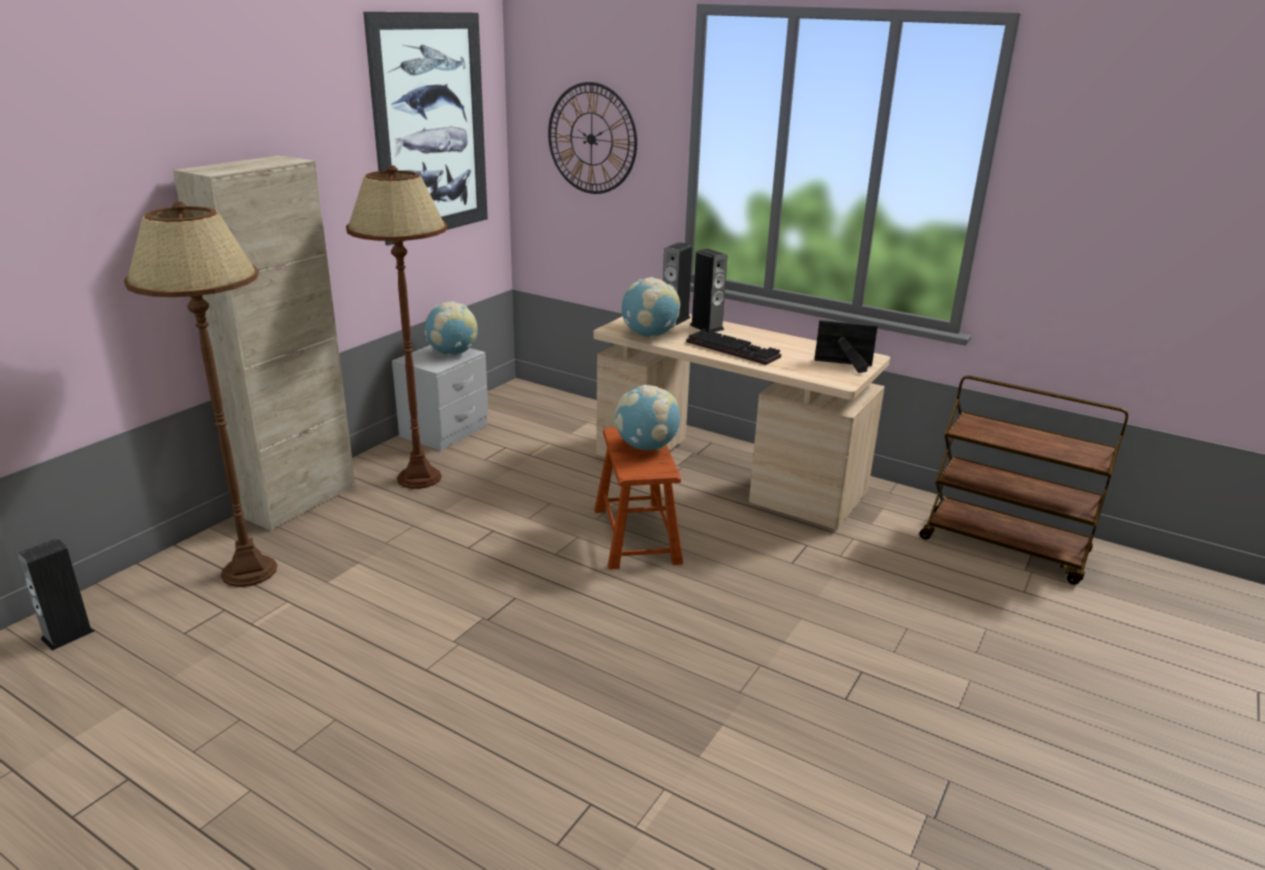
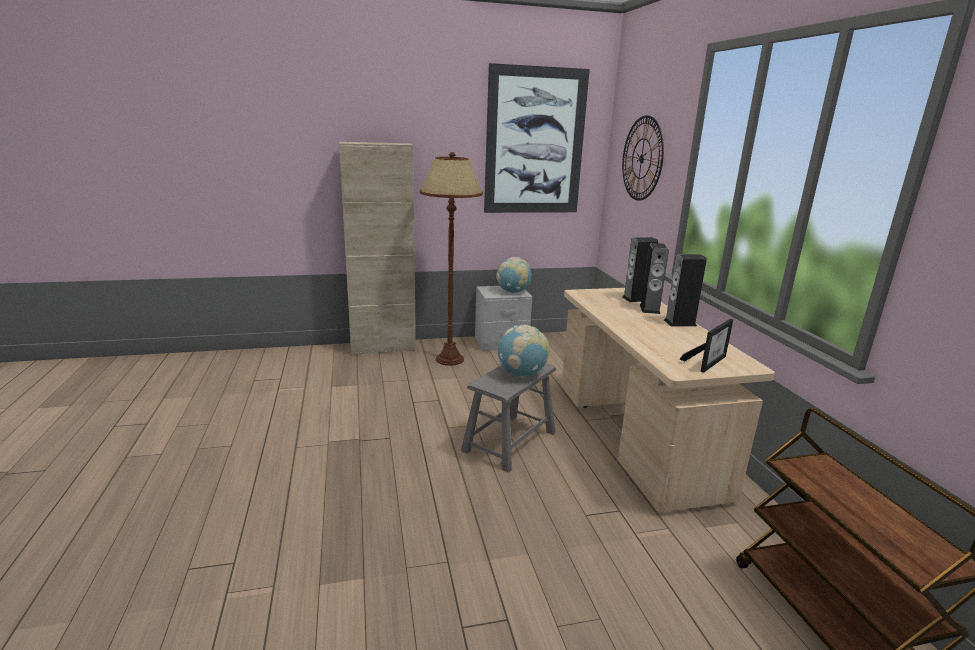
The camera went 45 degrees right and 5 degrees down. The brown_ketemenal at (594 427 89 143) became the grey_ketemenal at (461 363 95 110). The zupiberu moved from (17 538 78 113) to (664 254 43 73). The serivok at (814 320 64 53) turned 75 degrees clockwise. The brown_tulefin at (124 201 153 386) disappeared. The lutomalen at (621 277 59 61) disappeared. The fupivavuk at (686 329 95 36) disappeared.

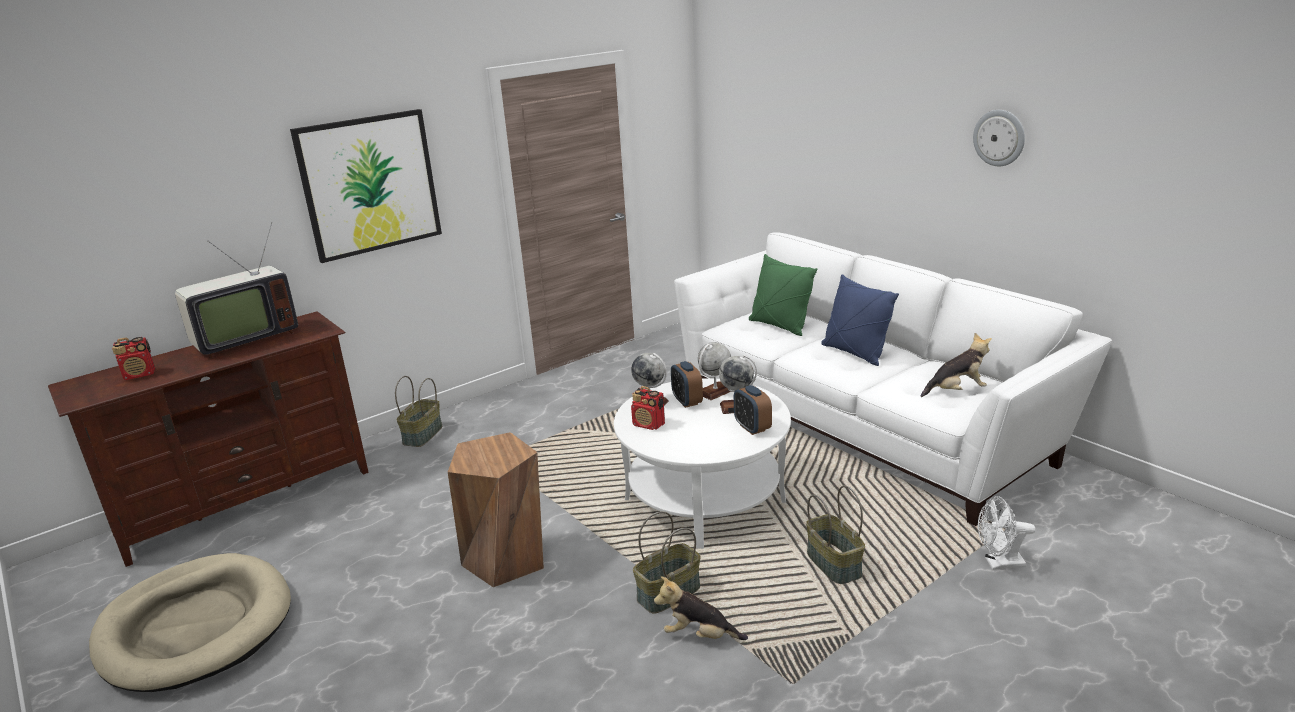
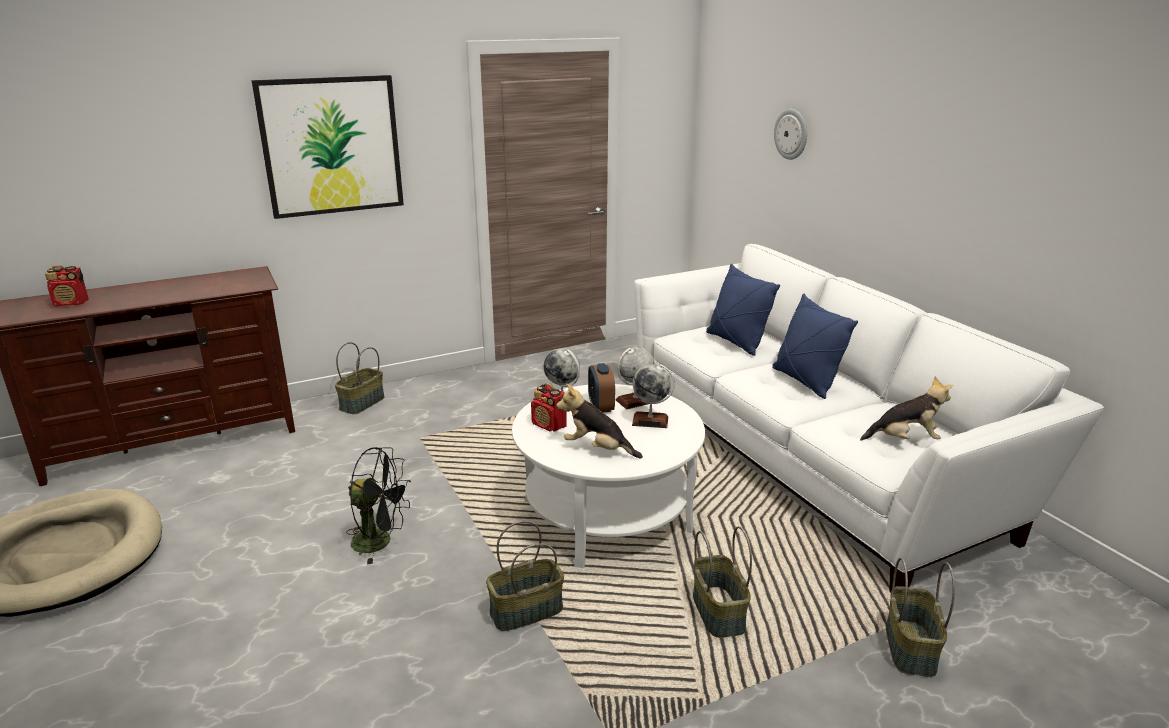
The camera went 10 degrees right and 0 degrees up. The brown_ketemenal at (448 432 96 156) was replaced by the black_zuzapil at (346 447 65 117). The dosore moved from (654 576 94 64) to (557 383 86 76). The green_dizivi at (749 254 68 82) became the blue_dizivi at (706 264 74 92). The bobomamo moved from (973 110 52 56) to (774 109 33 51). The white_zuzapil at (978 496 57 74) was replaced by the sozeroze at (886 558 69 119). The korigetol at (175 222 123 136) disappeared. The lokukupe at (734 385 38 50) disappeared.

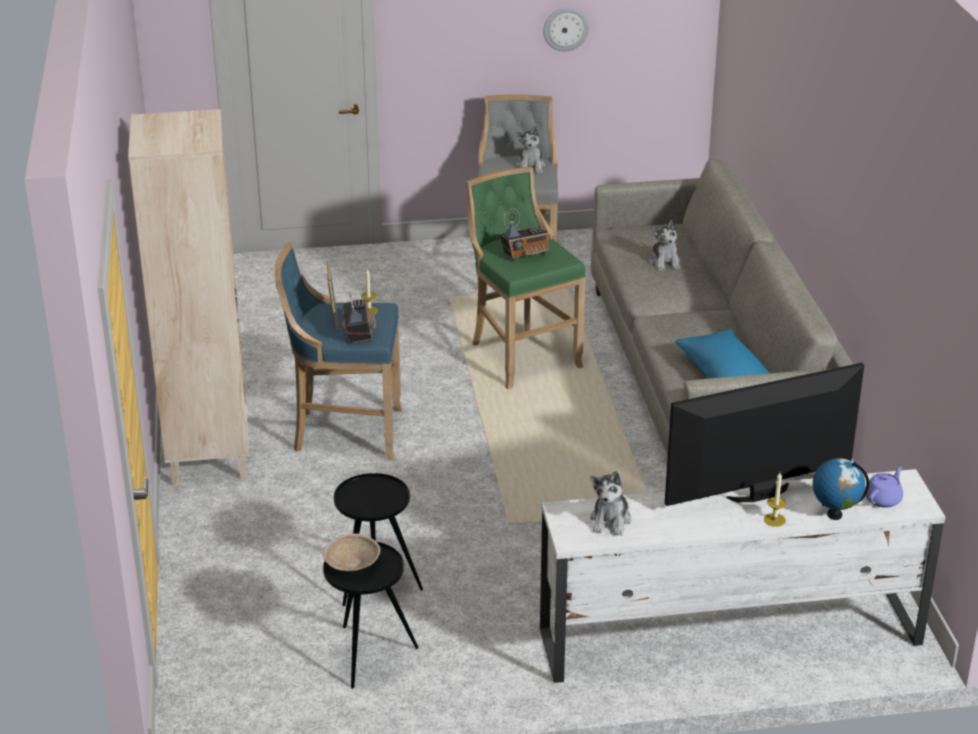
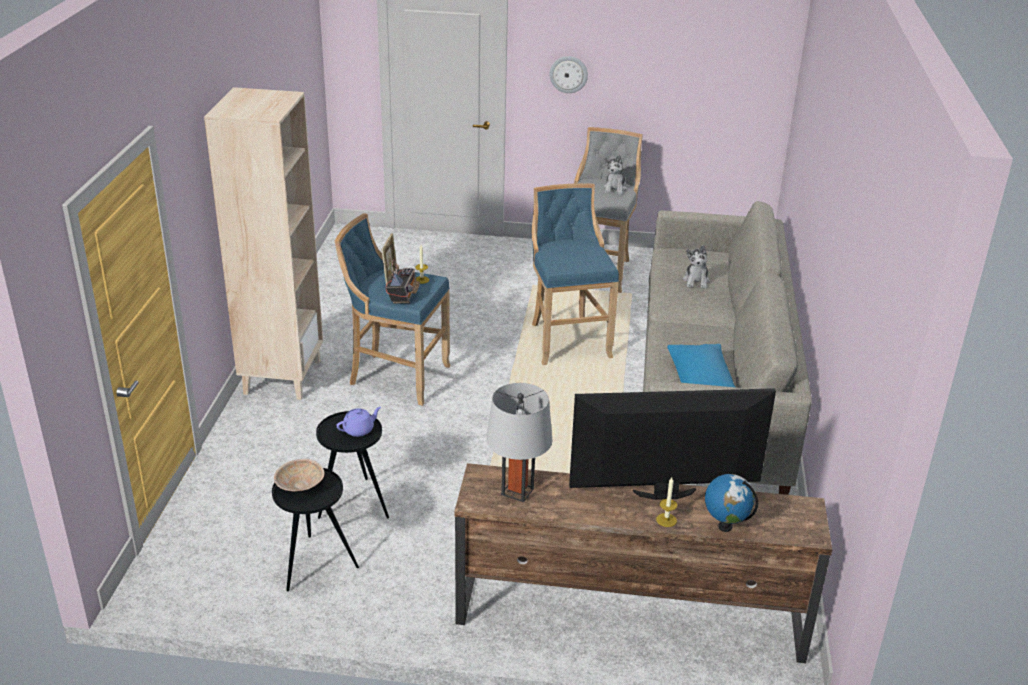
The camera went 15 degrees right and 0 degrees up. The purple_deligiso moved from (864 467 39 41) to (336 407 45 30). The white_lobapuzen at (540 469 406 214) became the brown_lobapuzen at (454 463 378 200). The dosore at (590 471 42 65) was replaced by the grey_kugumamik at (486 383 67 119). The green_ketemenal at (466 166 120 223) became the blue_ketemenal at (532 183 87 182). The bobomamo moved from (543 7 46 44) to (550 56 38 37). The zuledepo at (500 208 49 53) disappeared.

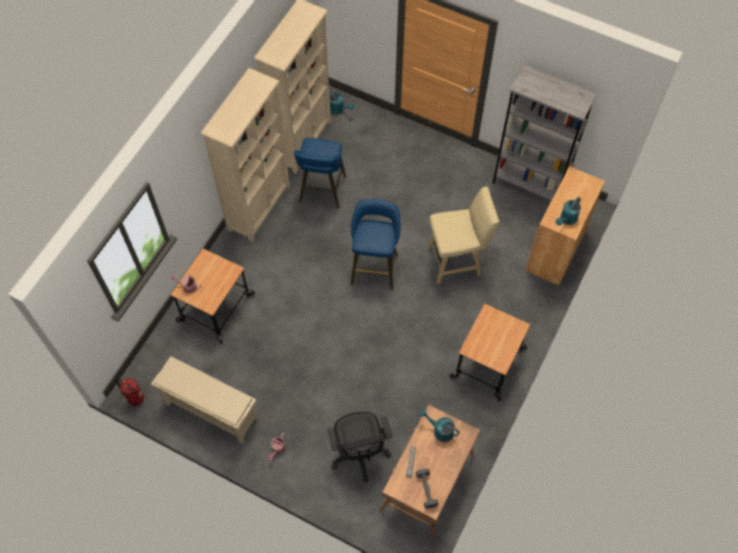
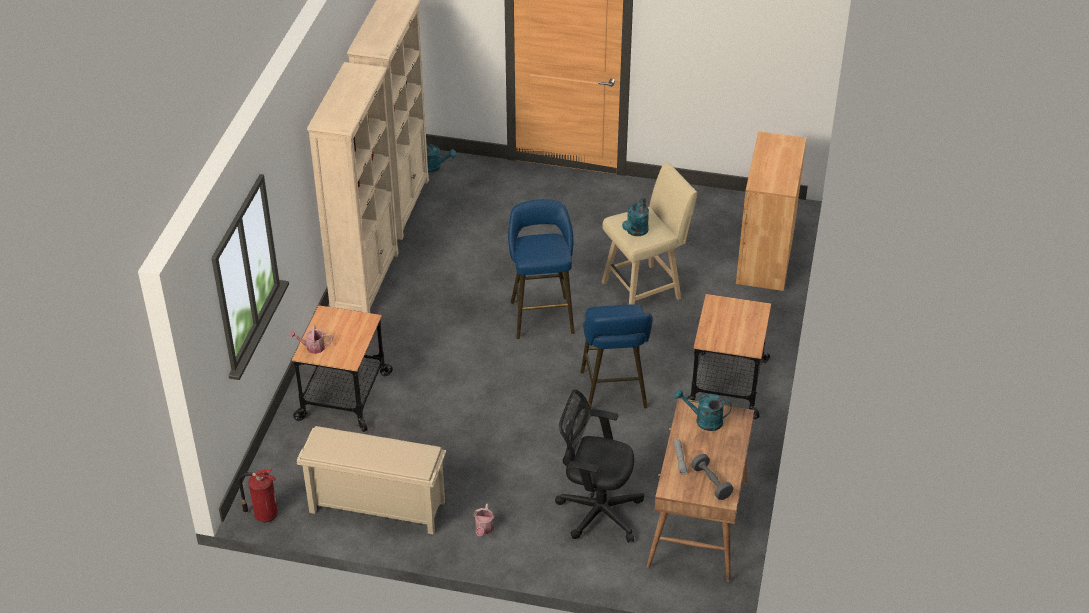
The camera went 15 degrees left and 20 degrees down. The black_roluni at (328 412 64 70) turned 135 degrees clockwise. The blue_ketemenal moved from (294 138 52 70) to (581 304 72 106). The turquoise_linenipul moved from (556 197 25 29) to (622 198 27 38). The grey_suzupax at (492 65 105 136) disappeared.

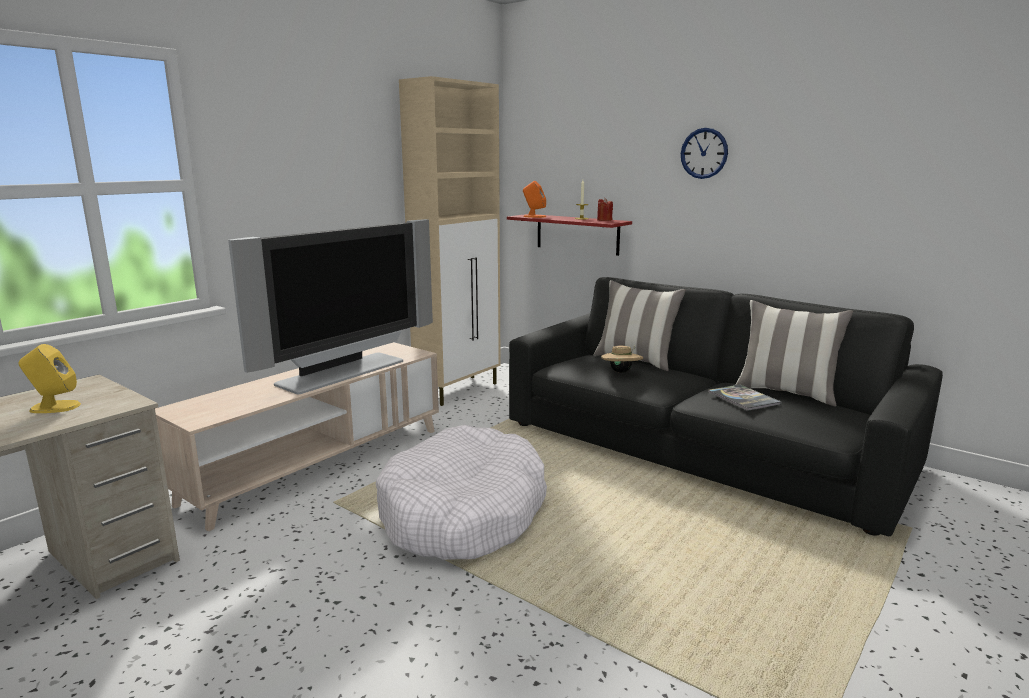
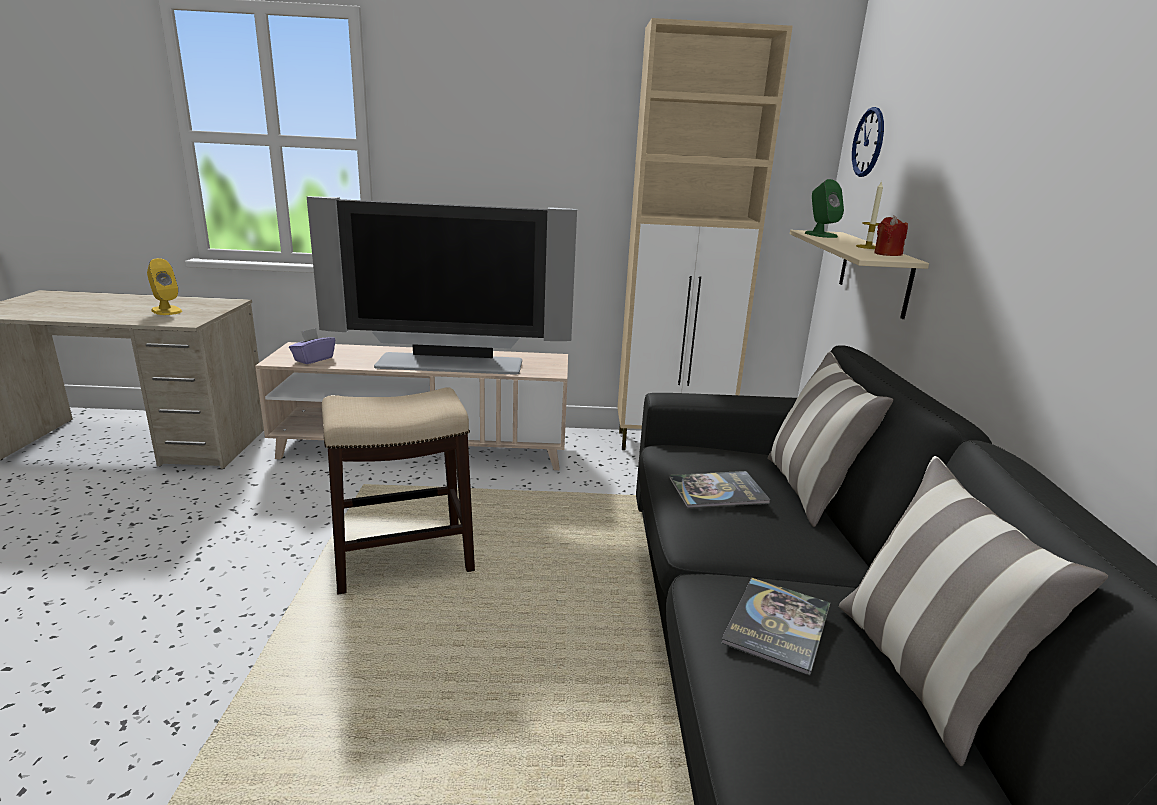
The camera went 50 degrees right and 5 degrees up. The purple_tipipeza at (289 328 46 36) appeared. The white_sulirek at (375 425 172 135) was replaced by the ketemenal at (322 387 153 208). The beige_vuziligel at (601 345 42 28) was replaced by the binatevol at (669 471 102 38). The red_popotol at (507 214 125 42) became the beige_popotol at (790 230 139 89). The orange_zupiberu at (523 181 23 37) became the green_zupiberu at (805 179 39 59). The bobomamo moved from (681 128 47 51) to (852 107 32 70).

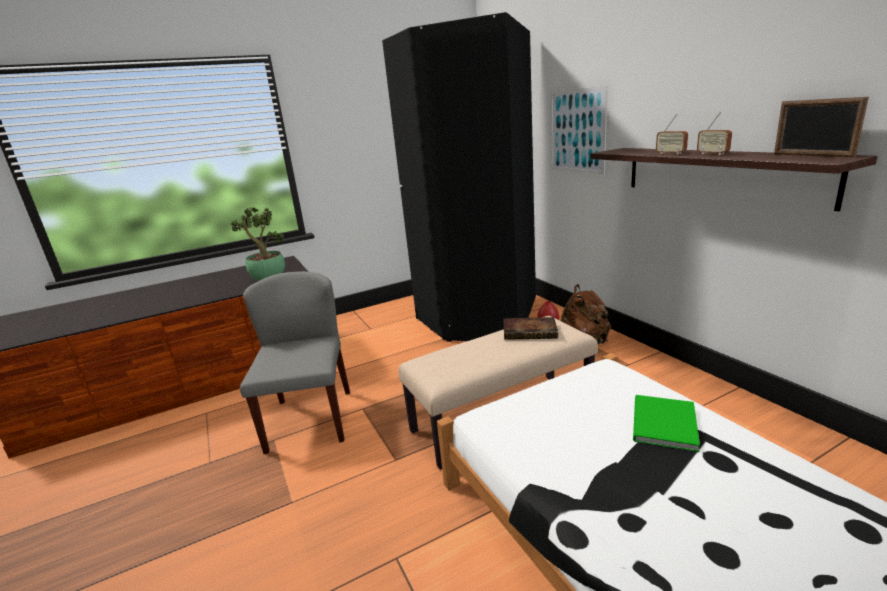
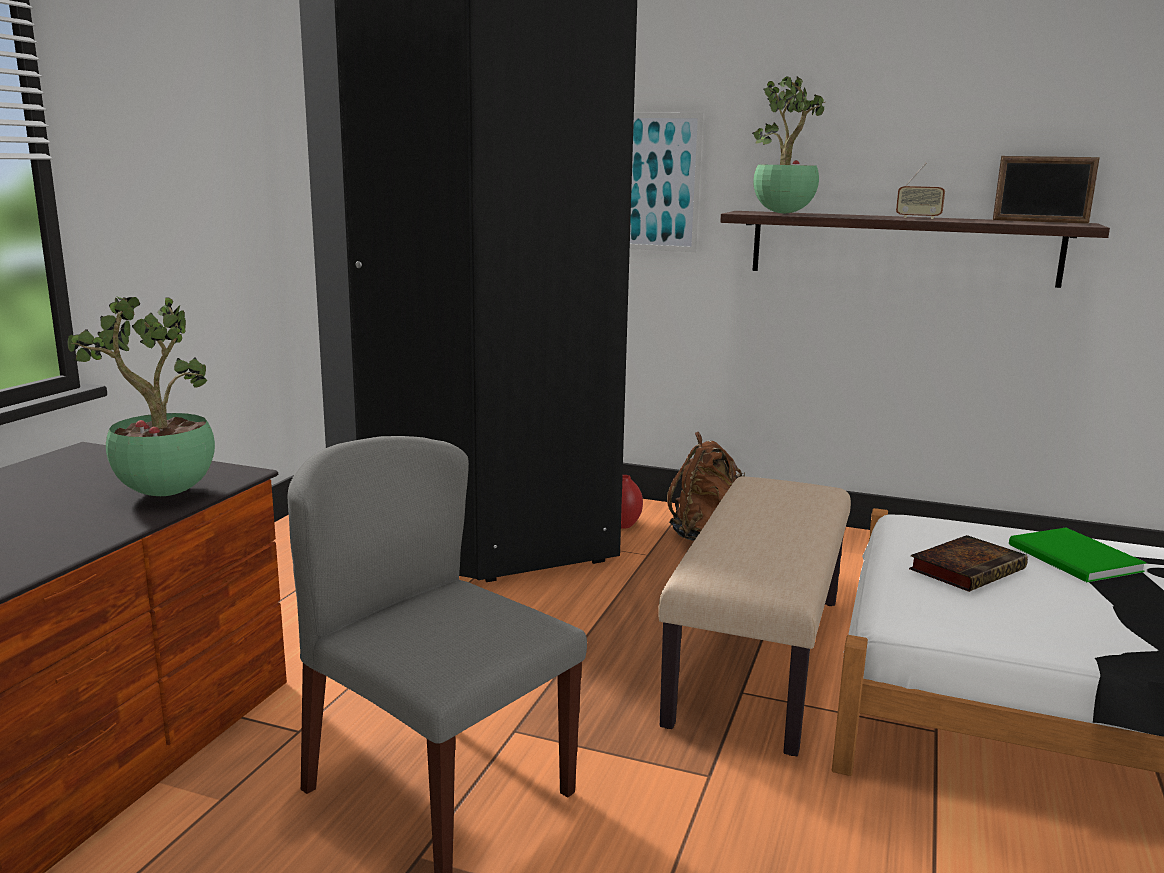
The camera went 45 degrees left and 5 degrees down. The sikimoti at (752 76 73 137) appeared. The binatevol moved from (503 317 55 23) to (909 535 119 57). The zuledepo at (656 114 32 41) disappeared.

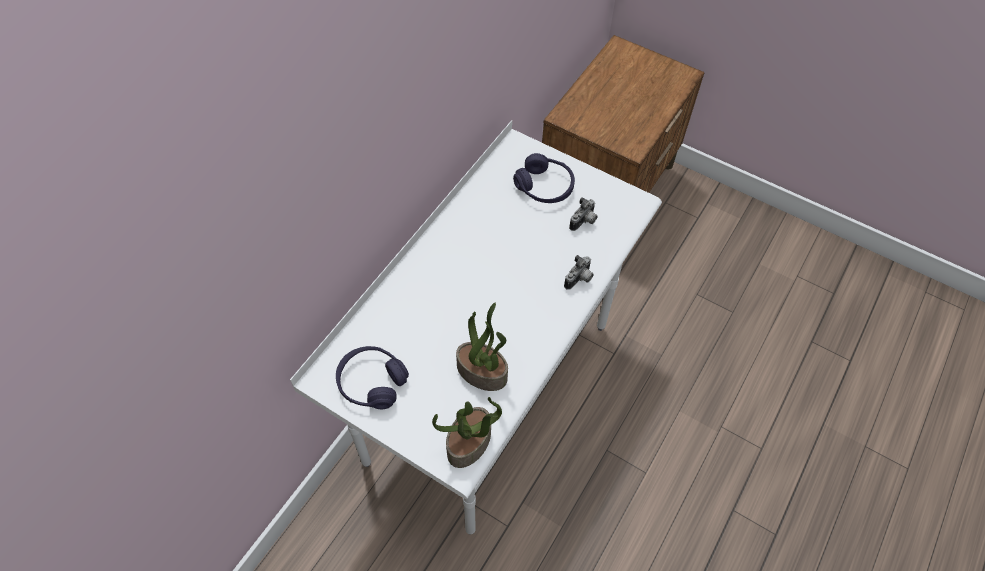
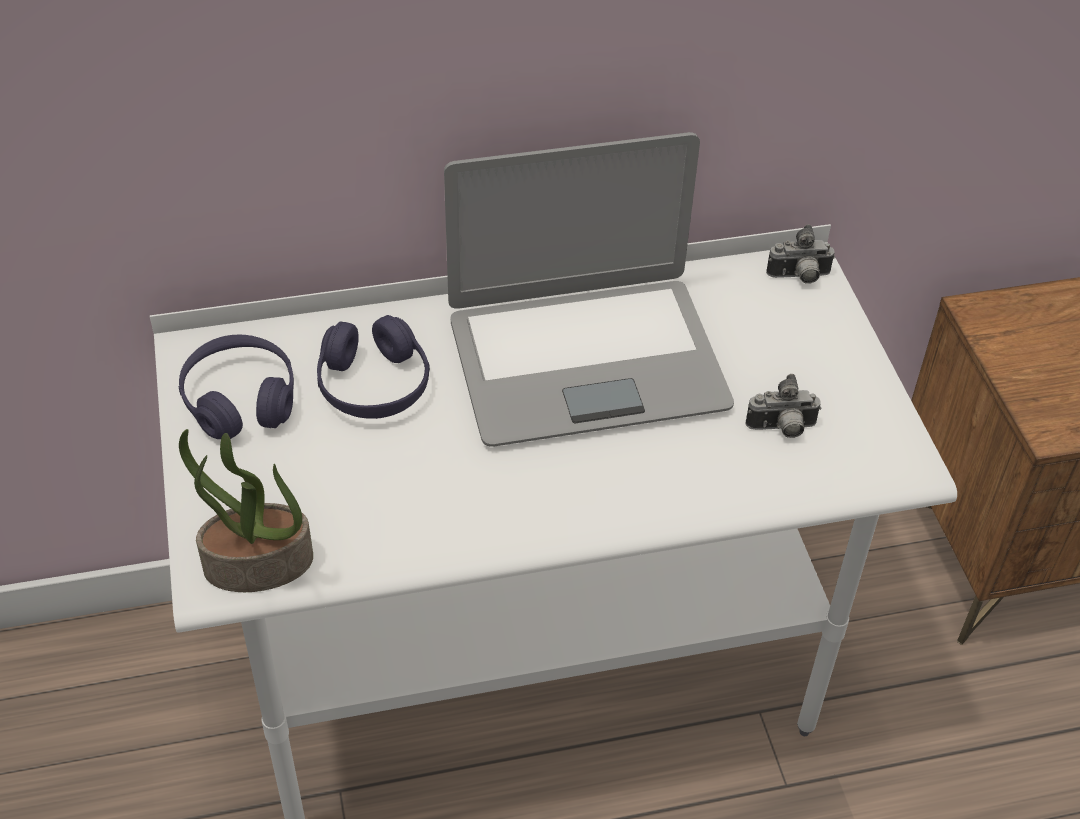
The camera went 45 degrees right and 10 degrees down. The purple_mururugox moved from (513 153 62 50) to (317 315 113 104). The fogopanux at (444 132 290 315) appeared. The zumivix moved from (564 255 30 35) to (766 224 69 60). The sikimoti at (456 303 52 88) disappeared.

